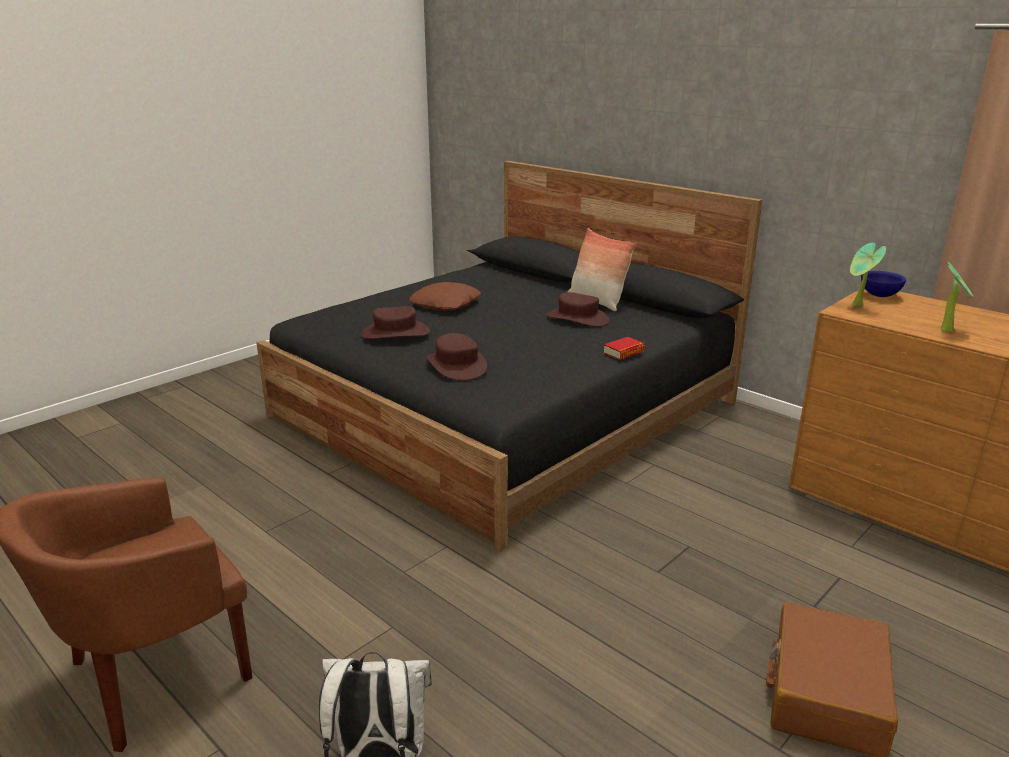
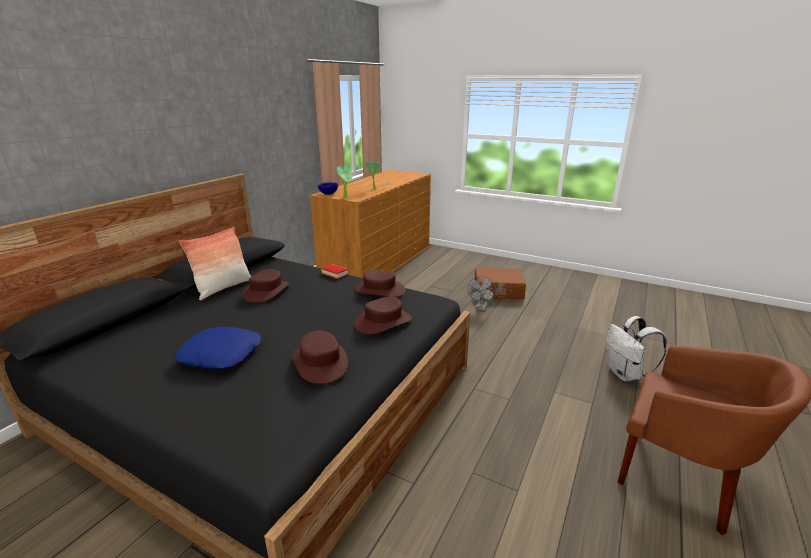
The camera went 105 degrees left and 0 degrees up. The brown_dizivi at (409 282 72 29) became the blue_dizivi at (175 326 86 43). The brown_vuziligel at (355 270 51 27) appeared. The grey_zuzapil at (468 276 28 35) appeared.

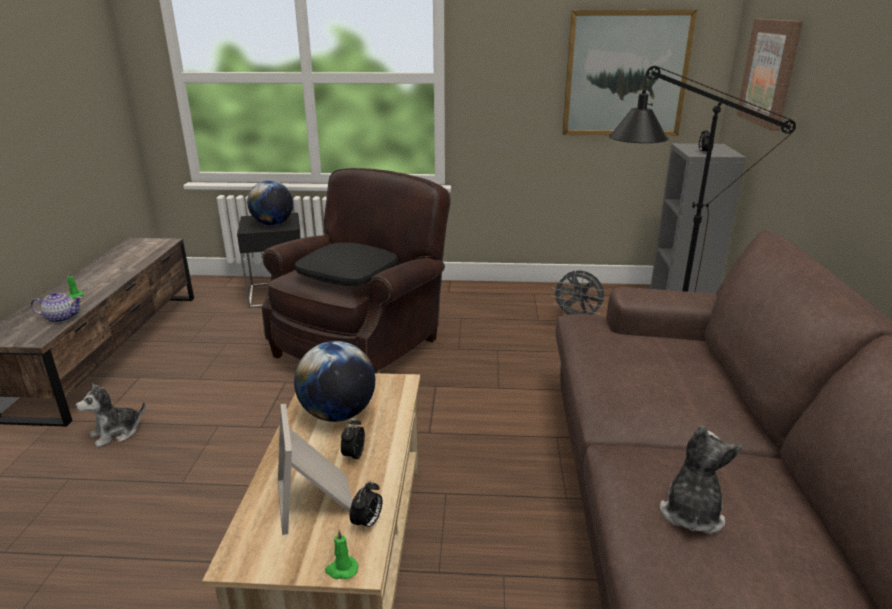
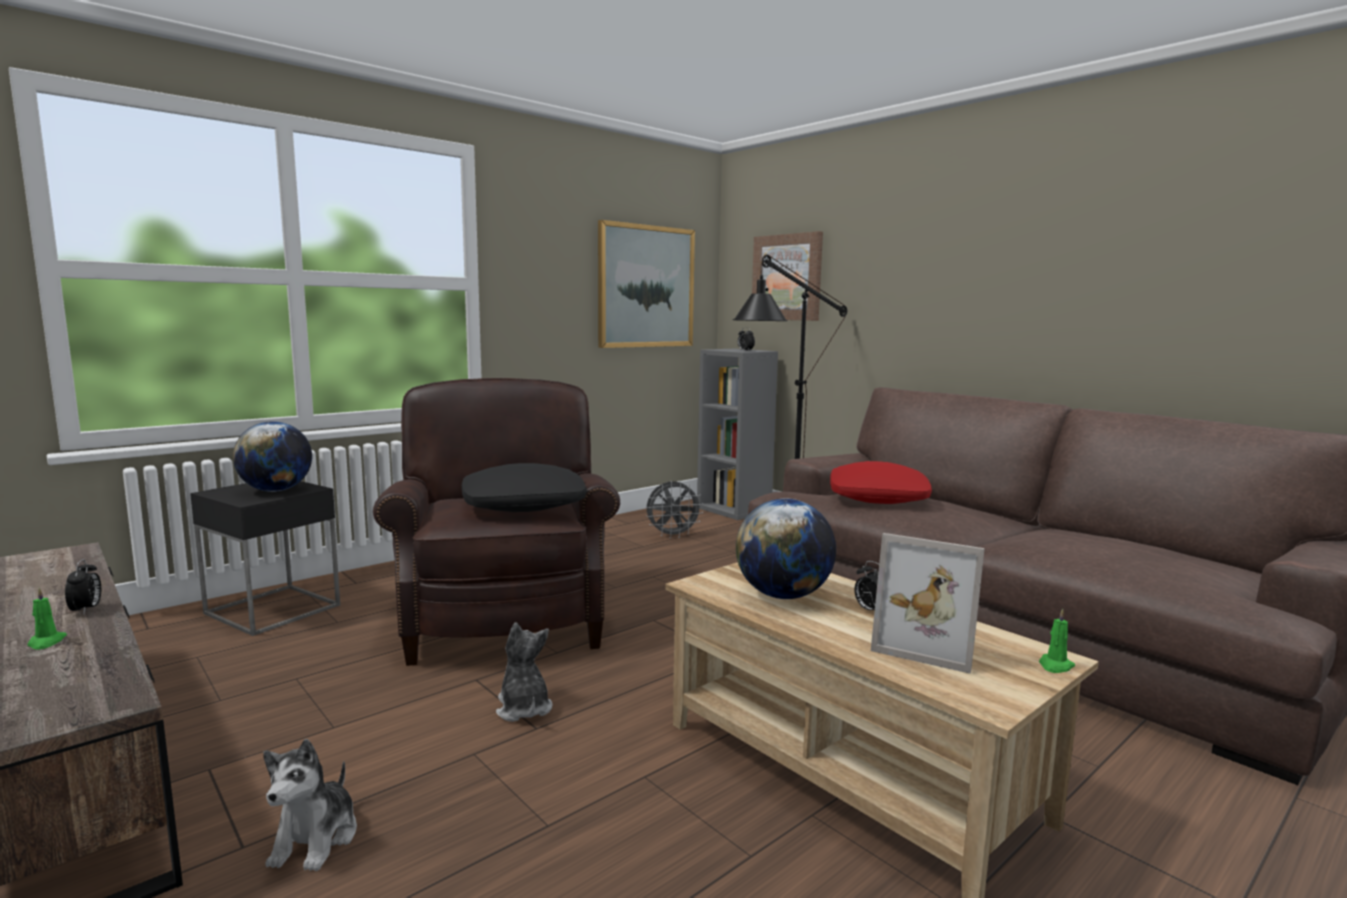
The camera went 45 degrees left and 15 degrees down. The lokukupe moved from (350 480 32 51) to (65 559 36 55). The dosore moved from (660 425 82 109) to (496 622 56 100). The red_dizivi at (830 461 102 43) appeared. The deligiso at (31 291 51 32) disappeared.

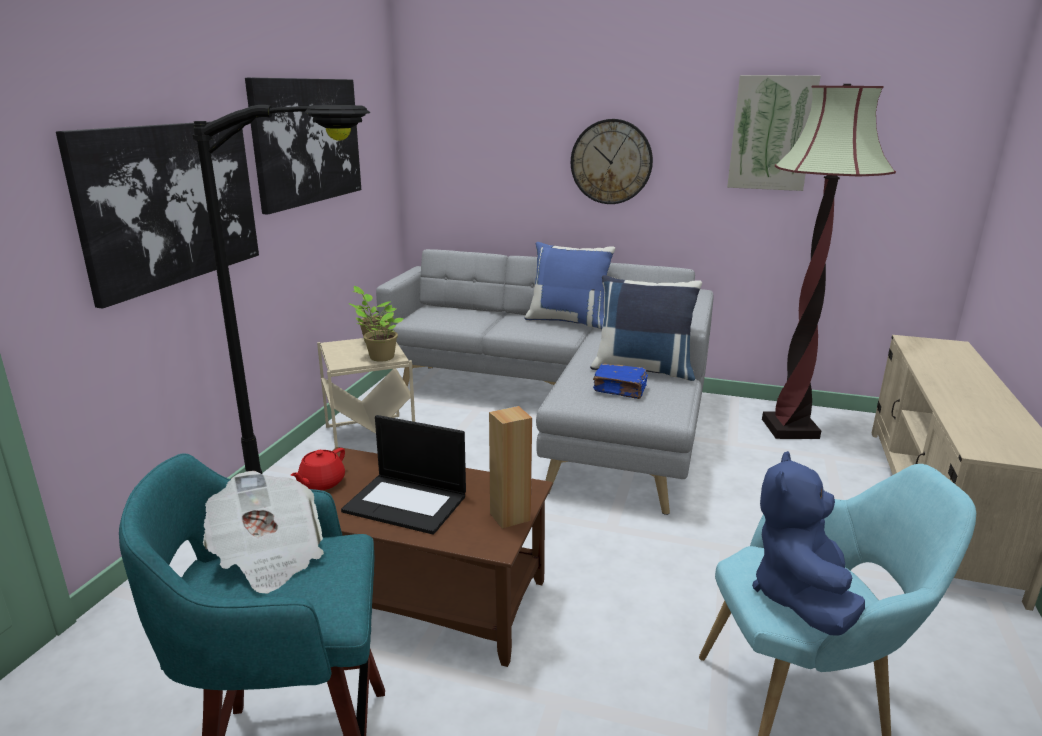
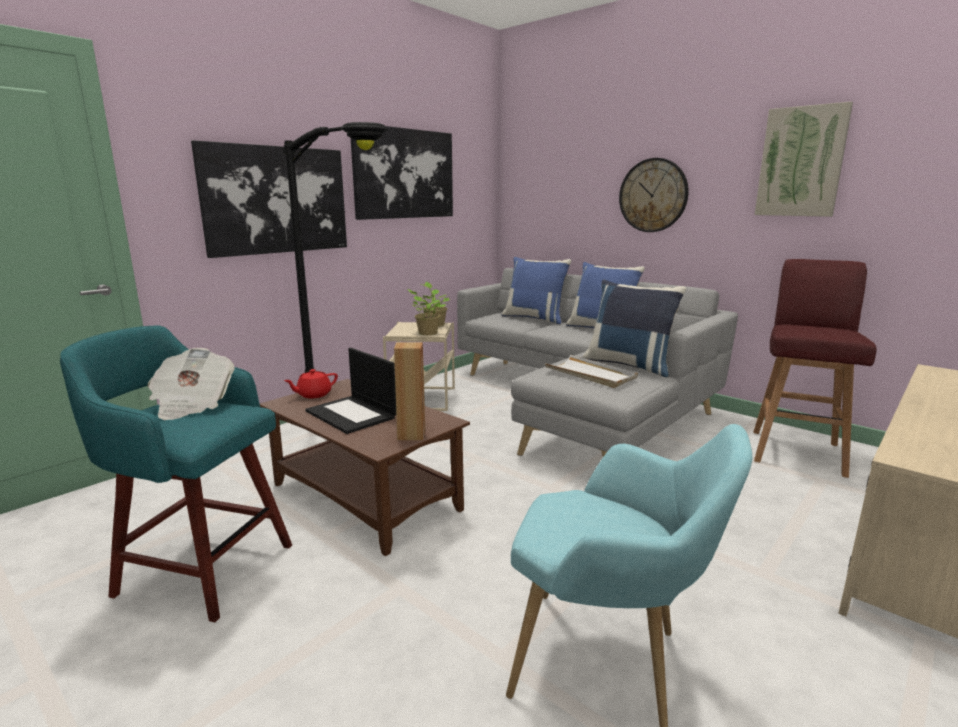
The camera went 25 degrees right and 5 degrees down. The blue_dizivi at (501 257 70 67) appeared. The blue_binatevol at (593 364 55 35) was replaced by the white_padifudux at (544 355 94 33). The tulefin at (762 84 134 355) was replaced by the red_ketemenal at (753 259 124 219). The blue_dosore at (752 451 113 184) disappeared.

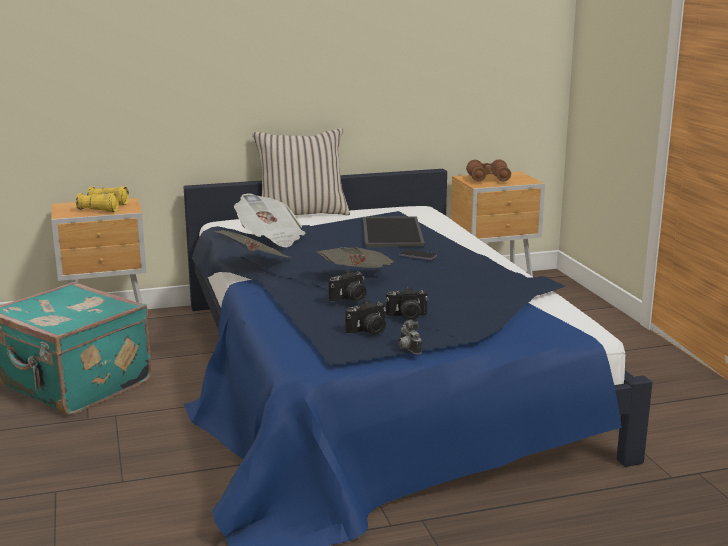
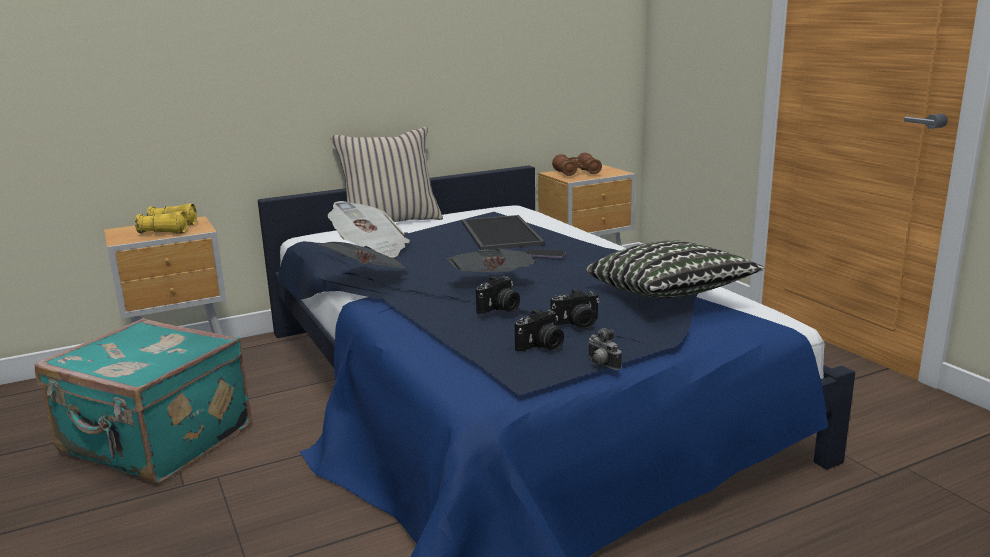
The camera went 10 degrees left and 0 degrees up. The dizivi at (586 240 178 58) appeared.

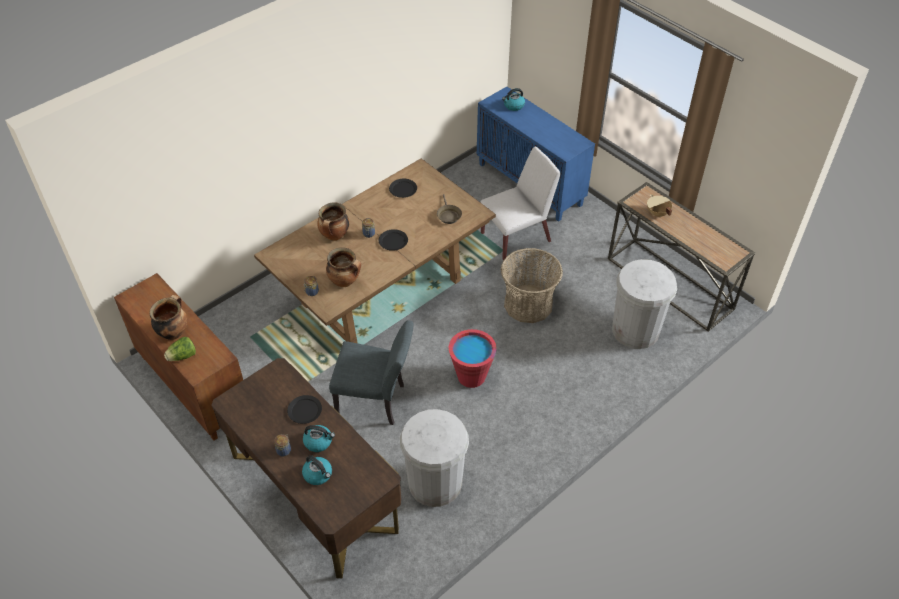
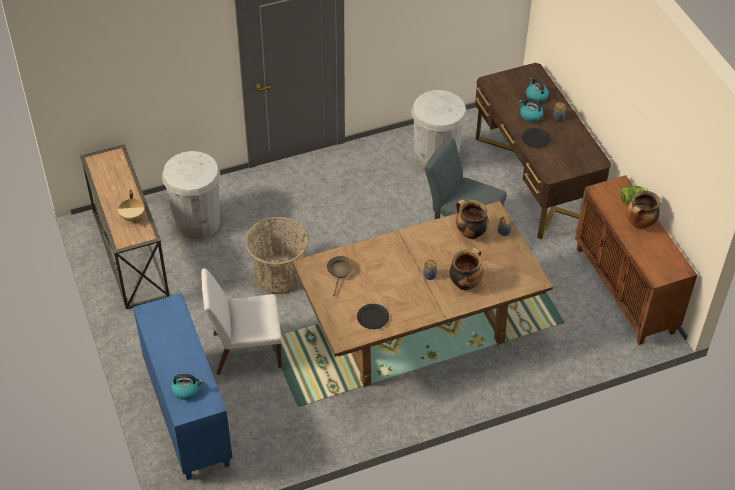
The camera went 160 degrees left and 0 degrees up. The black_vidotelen at (379 229 29 22) disappeared. The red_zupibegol at (449 329 48 59) disappeared.

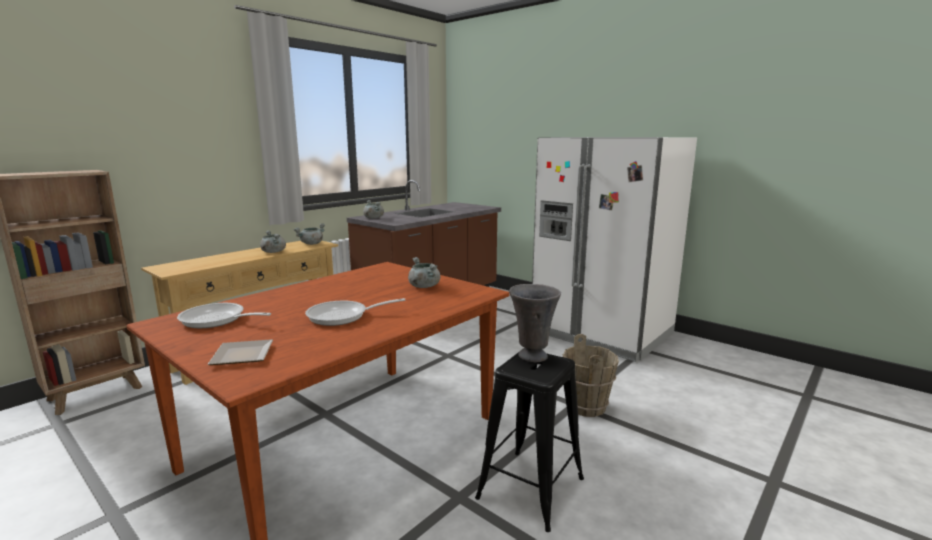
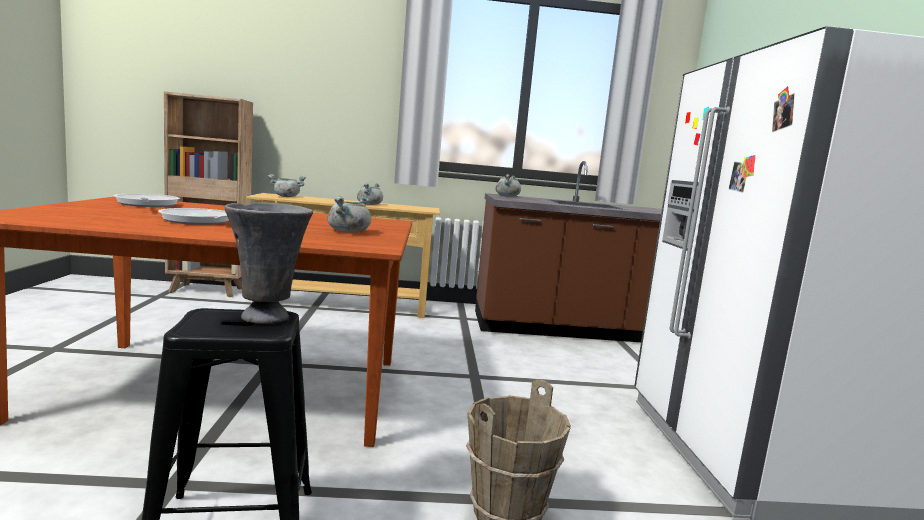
The camera went 45 degrees right and 5 degrees down. The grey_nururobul moved from (294 223 31 22) to (268 174 38 23). The vidotelen at (208 339 65 26) disappeared.

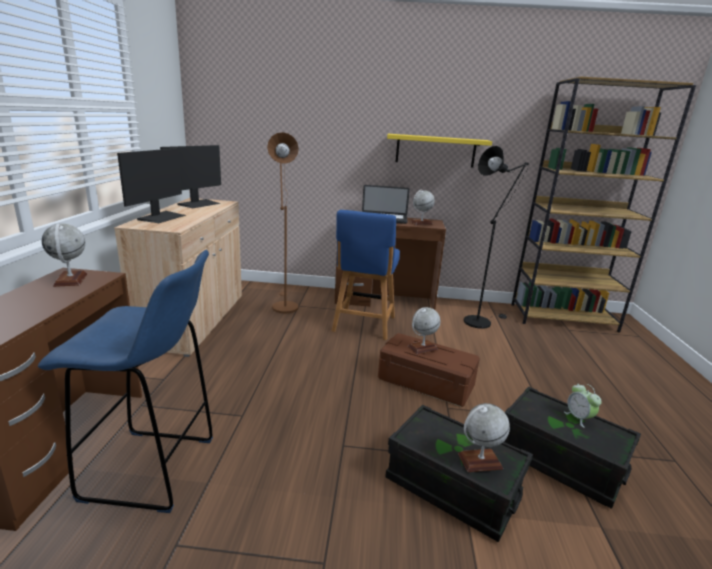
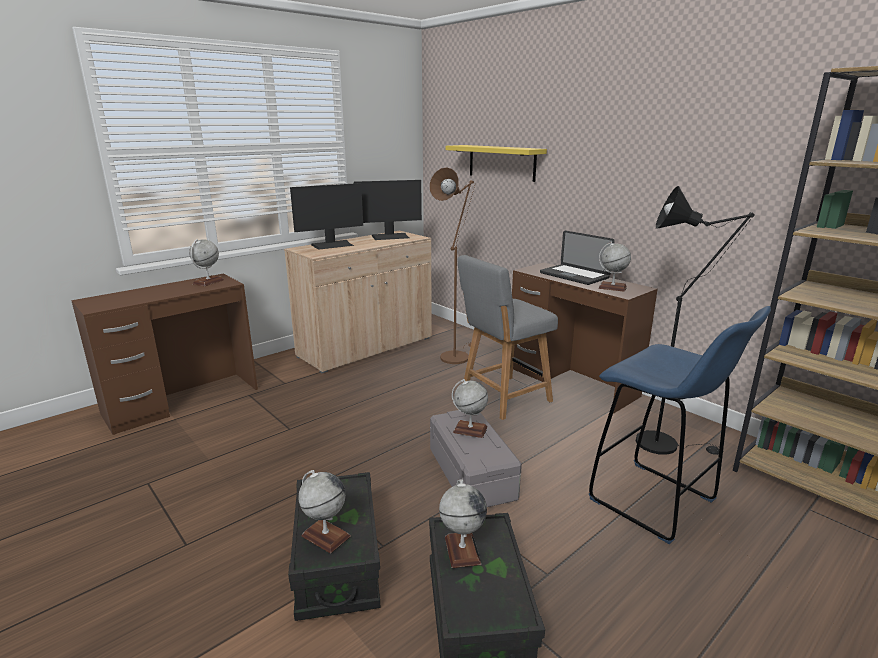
The camera went 45 degrees right and 0 degrees up. The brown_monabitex at (378 333 102 74) became the grey_monabitex at (430 410 92 97). The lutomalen at (439 479 48 89) appeared. The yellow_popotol moved from (387 134 105 34) to (446 145 101 37). The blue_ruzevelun at (332 210 68 130) became the grey_ruzevelun at (458 255 100 165). The blue_ketemenal moved from (38 250 175 263) to (589 306 182 238). The lokukupe at (564 384 38 44) disappeared.

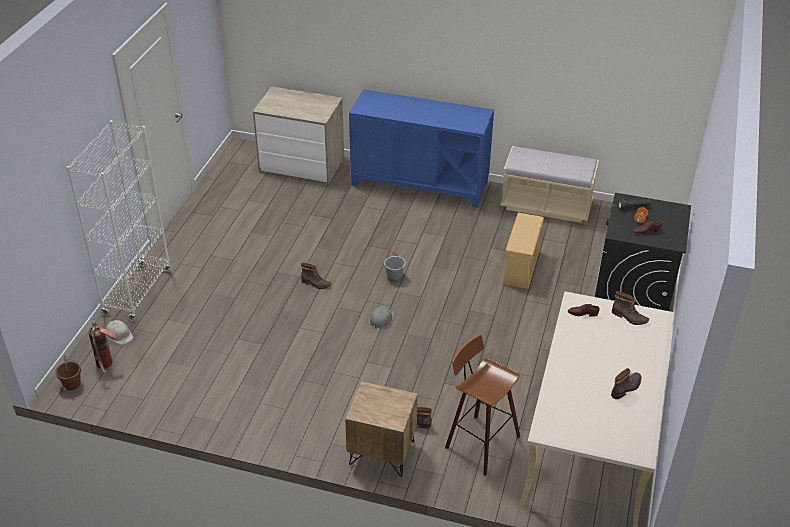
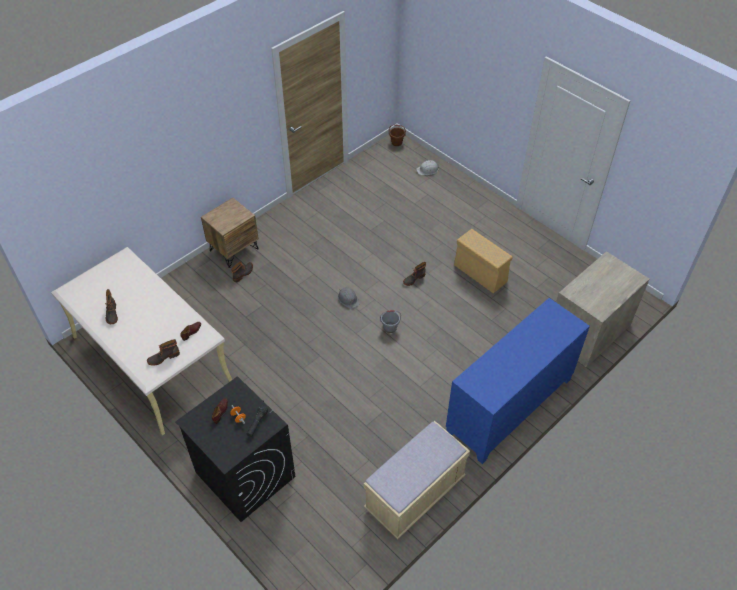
The camera went 120 degrees right and 10 degrees up. The beige_monabitex moved from (503 213 41 76) to (454 229 59 64). The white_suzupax at (67 120 104 201) disappeared. The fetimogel at (89 319 28 55) disappeared. The ketemenal at (445 334 75 142) disappeared.

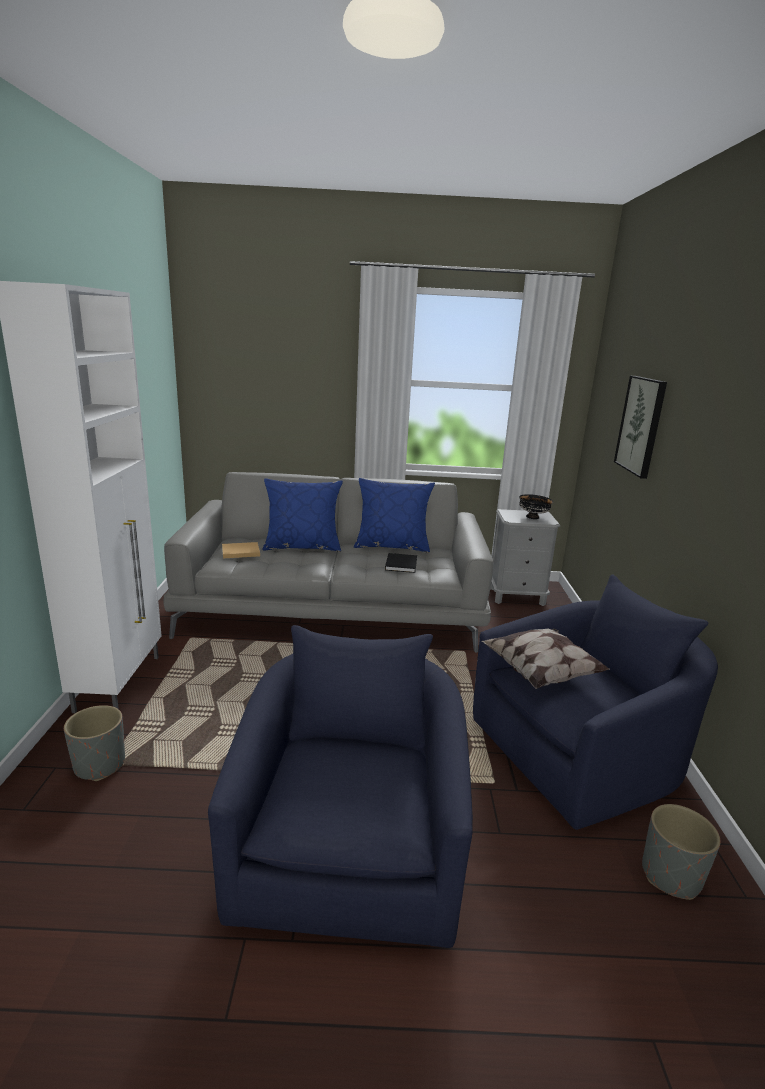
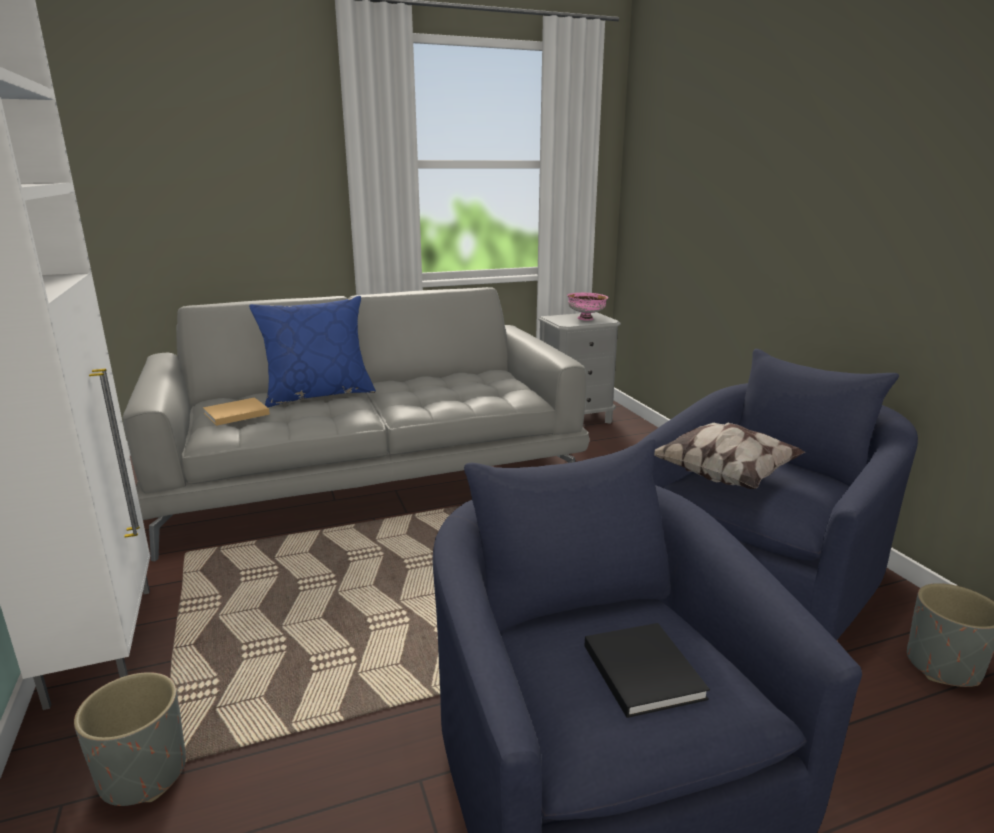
The camera went 20 degrees left and 0 degrees up. The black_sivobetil at (519 494 34 25) became the pink_sivobetil at (567 293 41 27). The black_binatevol moved from (385 553 32 20) to (584 623 126 95). The blue_dizivi at (354 478 81 75) disappeared. The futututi at (614 376 53 103) disappeared.

